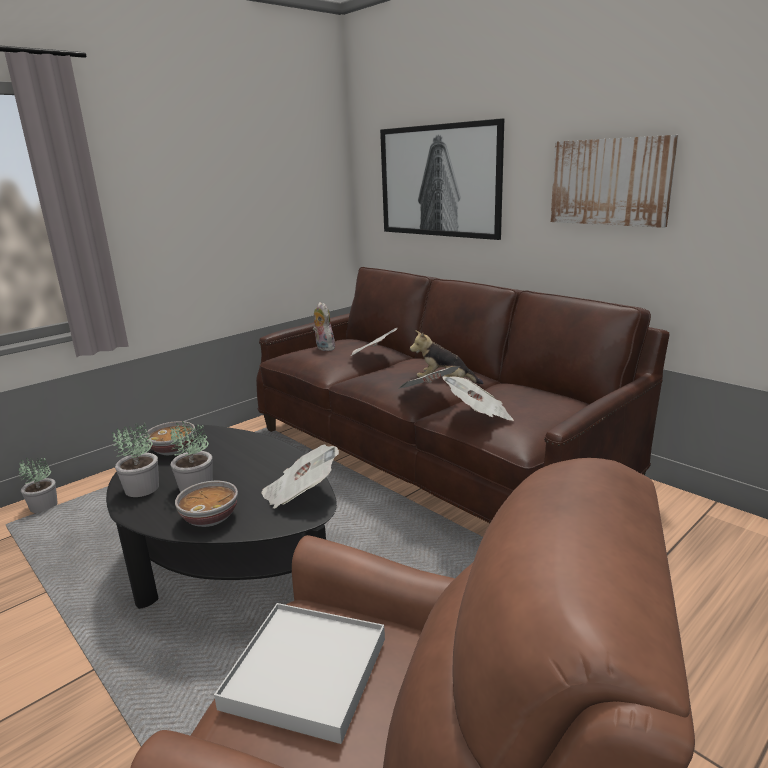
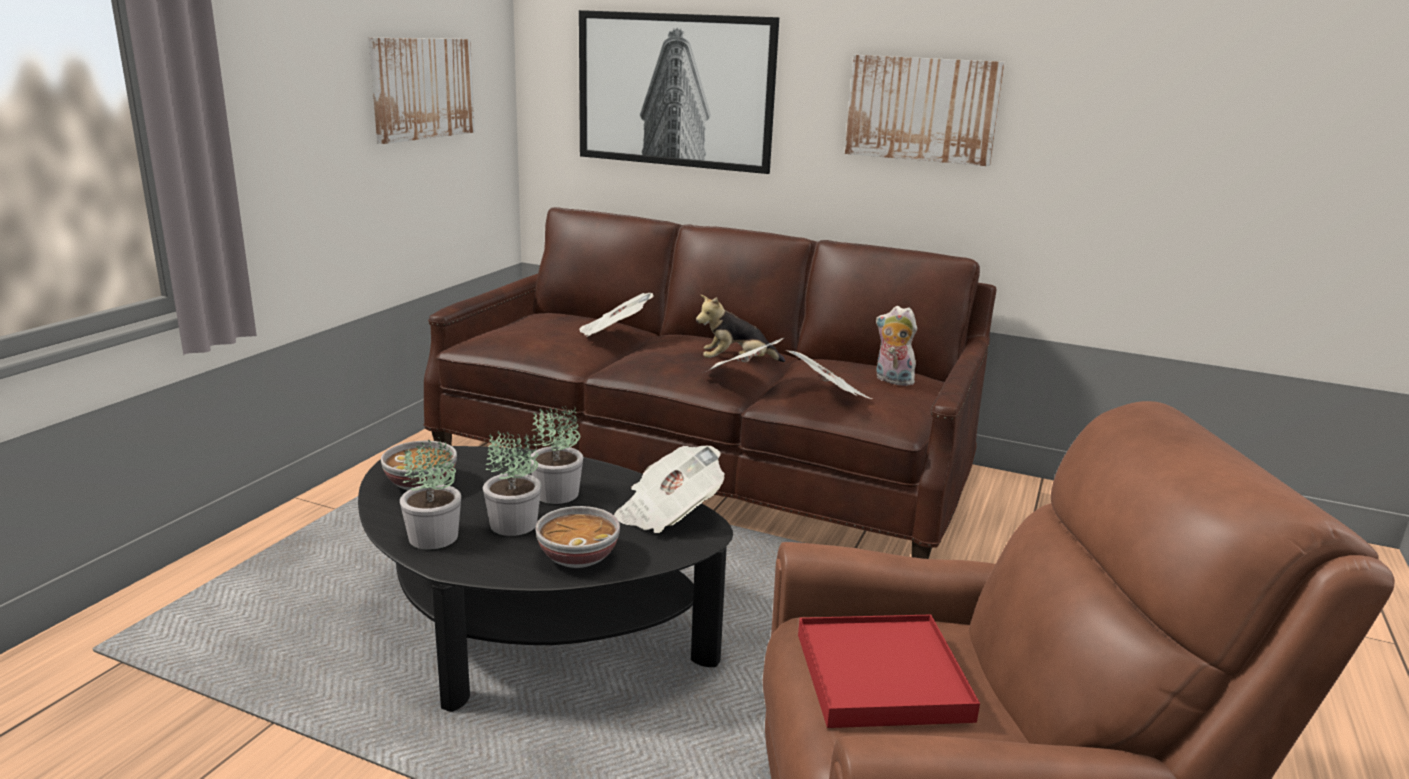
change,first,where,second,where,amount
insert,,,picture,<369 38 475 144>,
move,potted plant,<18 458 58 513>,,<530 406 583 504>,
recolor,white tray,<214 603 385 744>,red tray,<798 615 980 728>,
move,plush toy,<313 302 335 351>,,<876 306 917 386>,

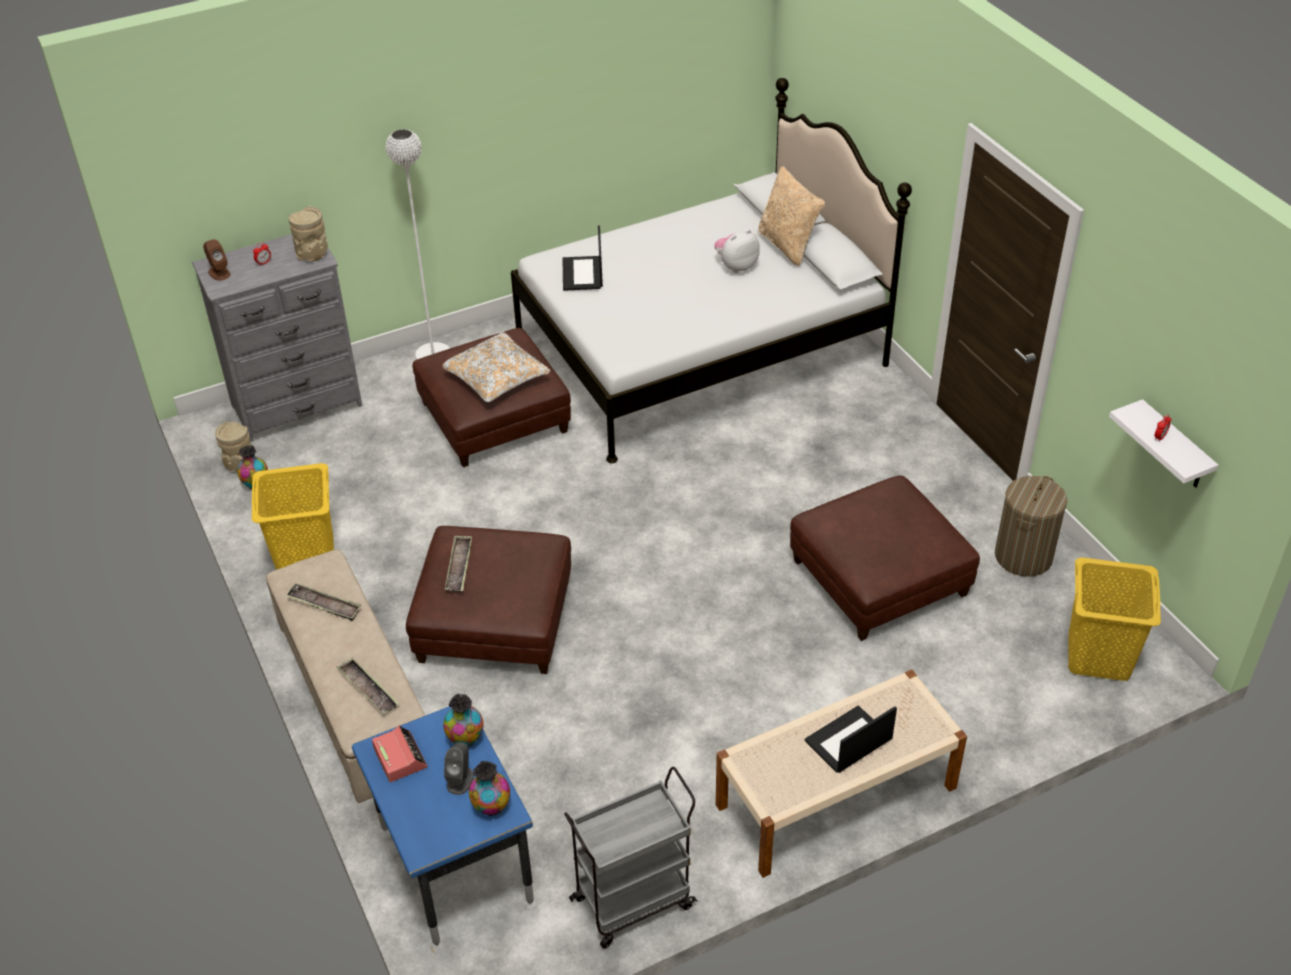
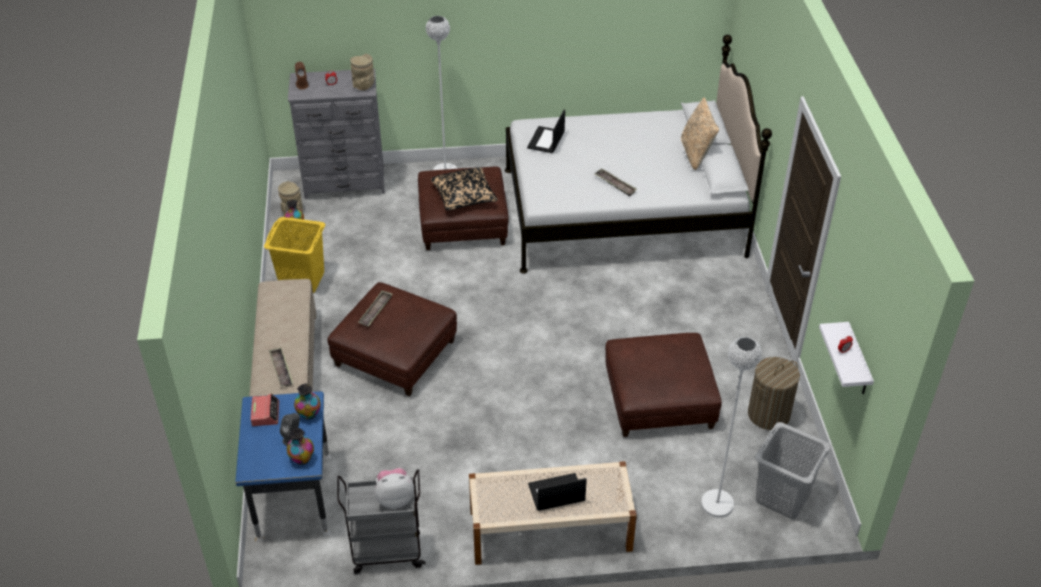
change,first,where,second,where,amount
move,plush toy,<714 230 760 273>,,<375 468 414 509>,
recolor,white pillow,<443 333 550 402>,black pillow,<431 167 498 211>,
move,tray,<285 583 362 621>,,<595 168 637 196>,
insert,,,white floor lamp,<701 337 762 518>,
recolor,yellow laundry basket,<1068 557 1161 681>,grey laundry basket,<755 422 831 519>,

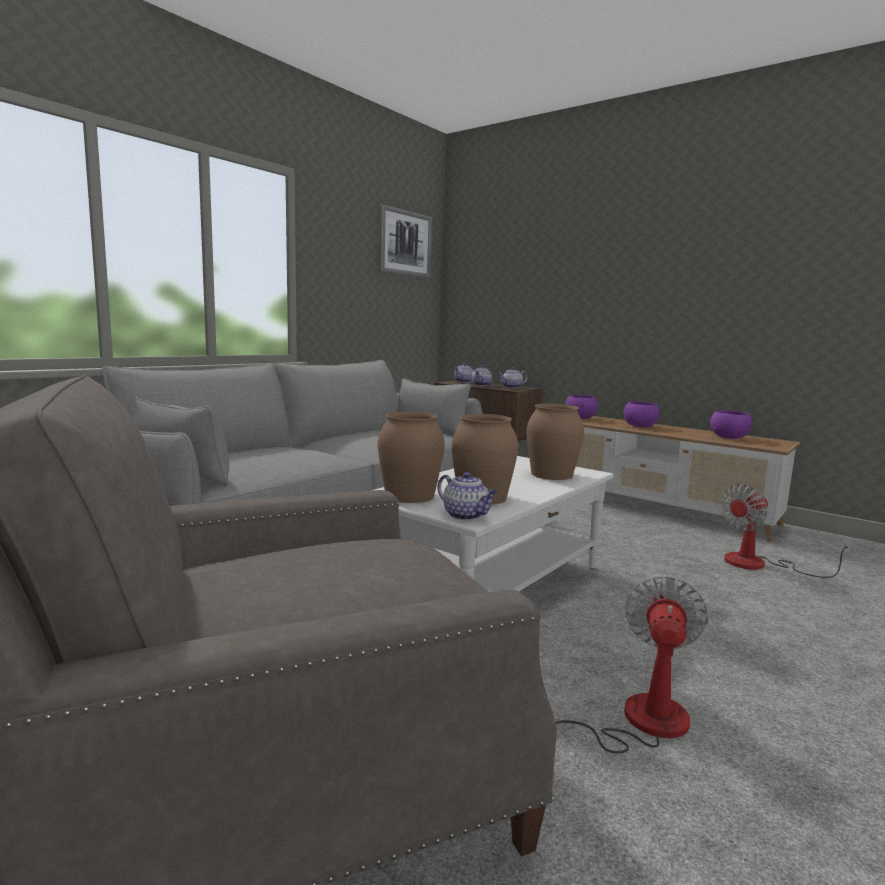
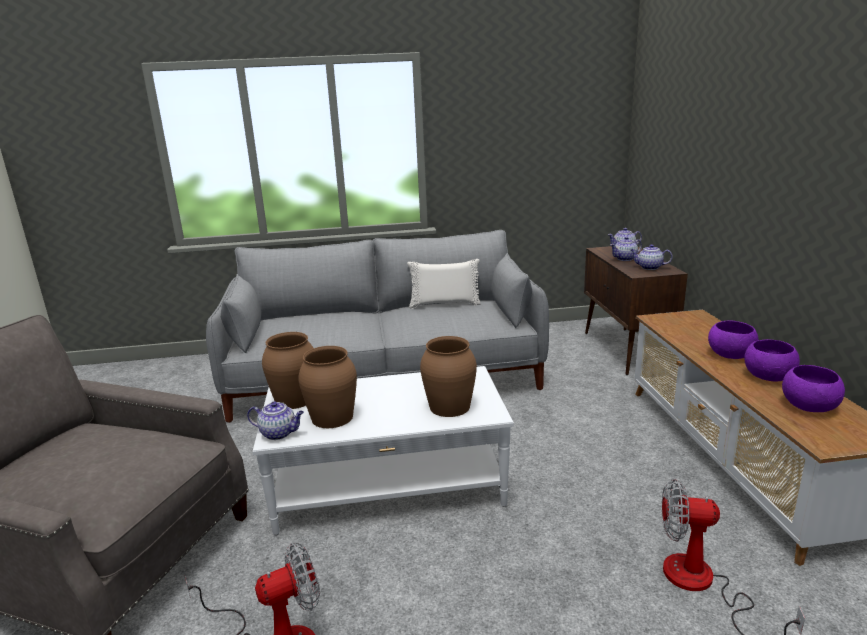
change,first,where,second,where,amount
rotate,teapot,<437 472 498 520>,,<247 401 304 440>,75 degrees counterclockwise
insert,,,white pillow,<407 259 481 309>,
move,purple bowl,<565 395 598 419>,,<744 339 800 381>,
delete,picture,<379 204 432 278>,,,

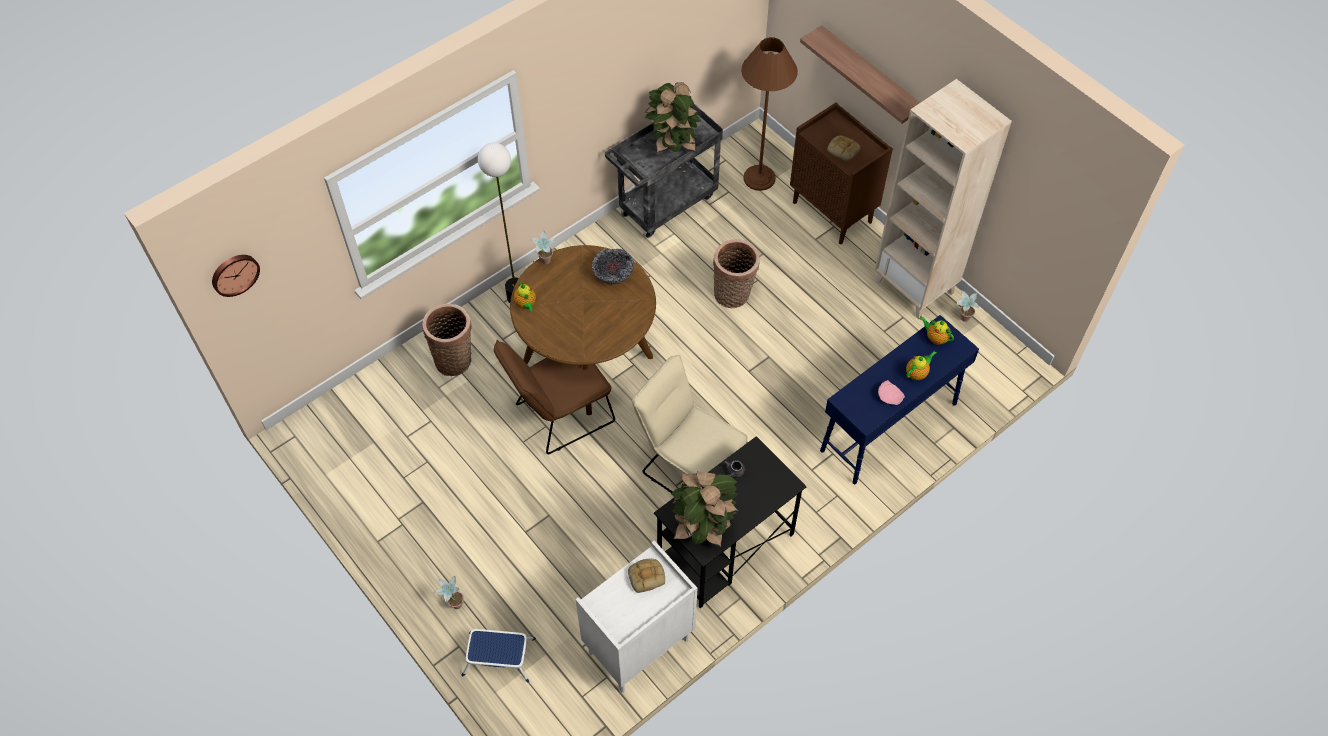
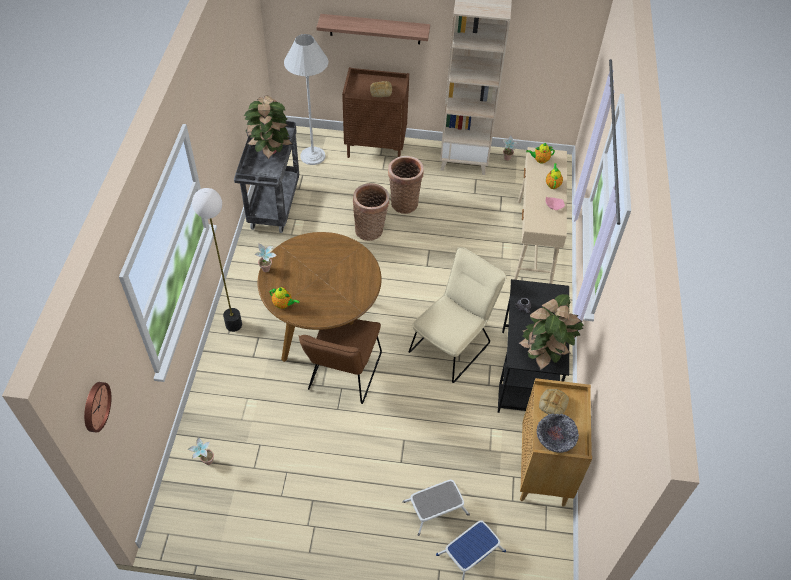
change,first,where,second,where,amount
move,potted plant,<433 576 464 609>,,<187 437 214 465>,
recolor,brown floor lamp,<741 37 798 191>,white floor lamp,<284 34 328 165>,
move,basket,<422 304 472 376>,,<388 156 424 214>,
insert,,,grey step ladder,<403 480 470 536>,
rotate,beige chair,<632 355 748 493>,,<409 247 507 383>,135 degrees clockwise
recolor,blue console table,<820 315 979 484>,beige console table,<514 147 567 284>,
recolor,white cabinet,<575 540 697 693>,brown cabinet,<520 378 592 506>,
move,bowl,<592 248 634 284>,,<537 414 579 453>,

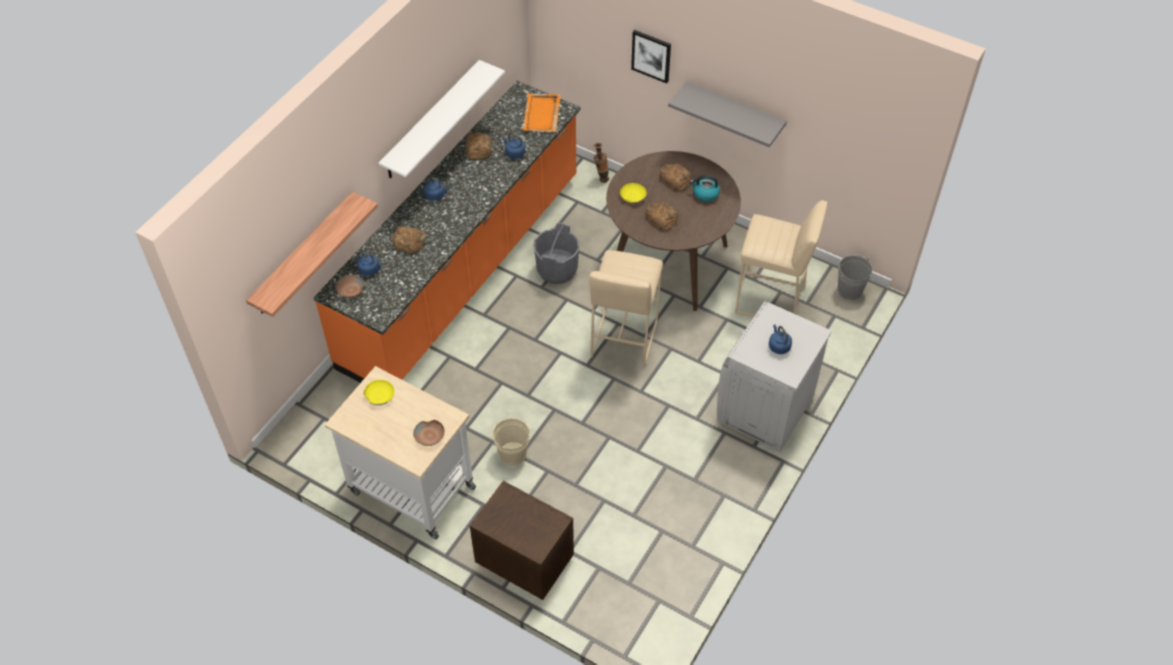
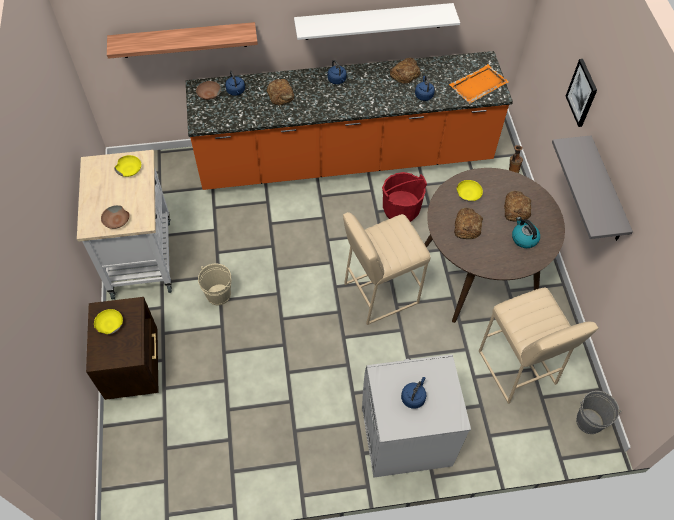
change,first,where,second,where,amount
insert,,,yellow bowl,<94 309 123 335>,
recolor,grey bucket,<533 223 580 284>,red bucket,<382 172 427 222>,

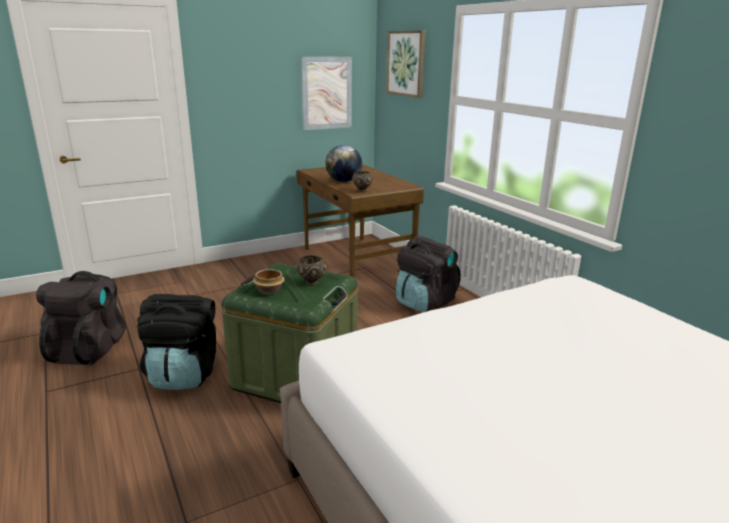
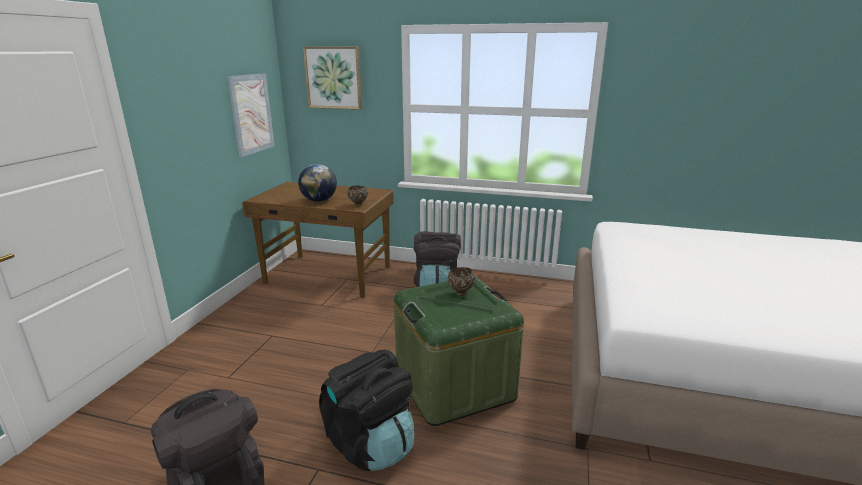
change,first,where,second,where,amount
delete,bowl,<253 269 285 294>,,,

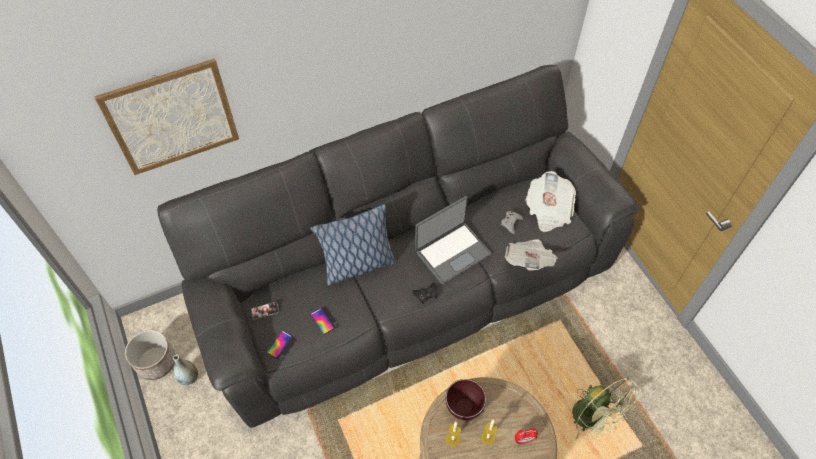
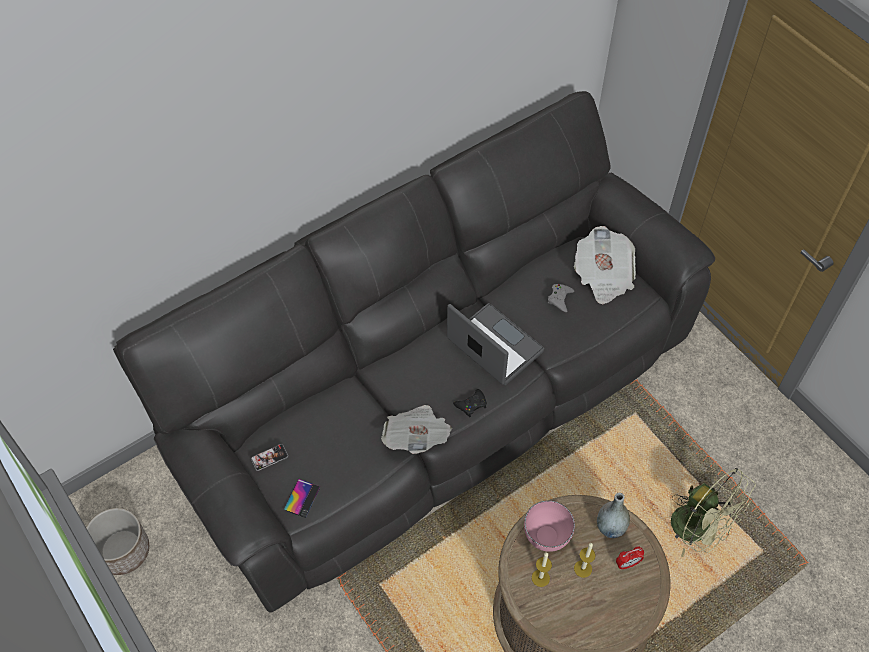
change,first,where,second,where,amount
move,newspaper,<505 239 558 270>,,<381 405 452 454>,
rotate,laptop,<415 196 492 284>,,<447 303 544 385>,90 degrees counterclockwise
recolor,brown bowl,<446 379 486 420>,pink bowl,<524 500 575 552>,
move,grey vase,<173 355 198 385>,,<597 493 630 538>,
delete,picture,<94 59 239 175>,,,
delete,pillow,<310 204 396 286>,,,
delete,phone,<311 305 339 335>,,,

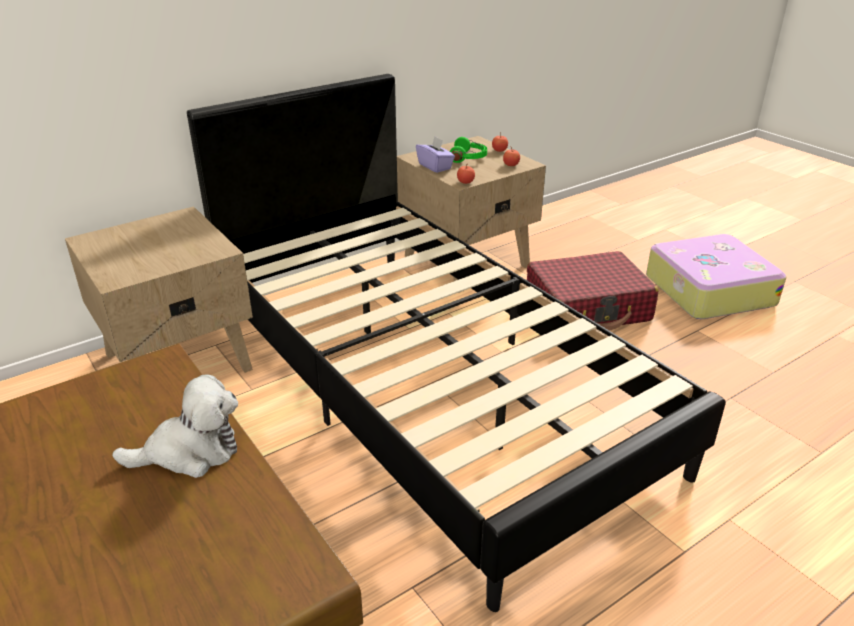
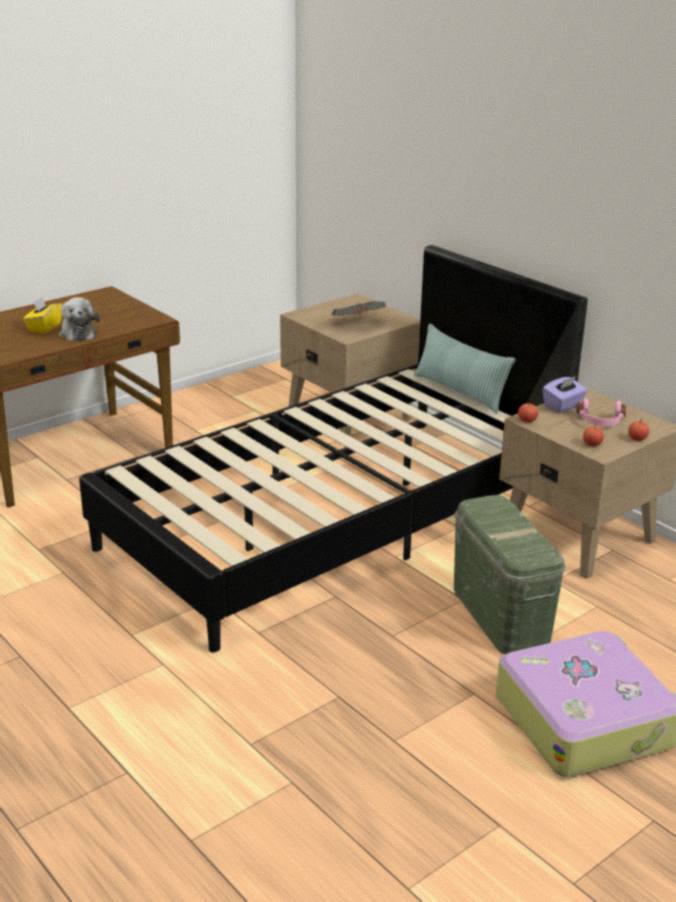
change,first,where,second,where,amount
insert,,,yellow tissue box,<23 297 62 334>,
insert,,,newspaper,<331 301 386 316>,
insert,,,pillow,<414 324 516 413>,
replace,red suitcase,<527 251 658 331>,green storage box,<454 495 565 654>,
recolor,green headphones,<450 137 487 163>,pink headphones,<576 398 627 426>,

